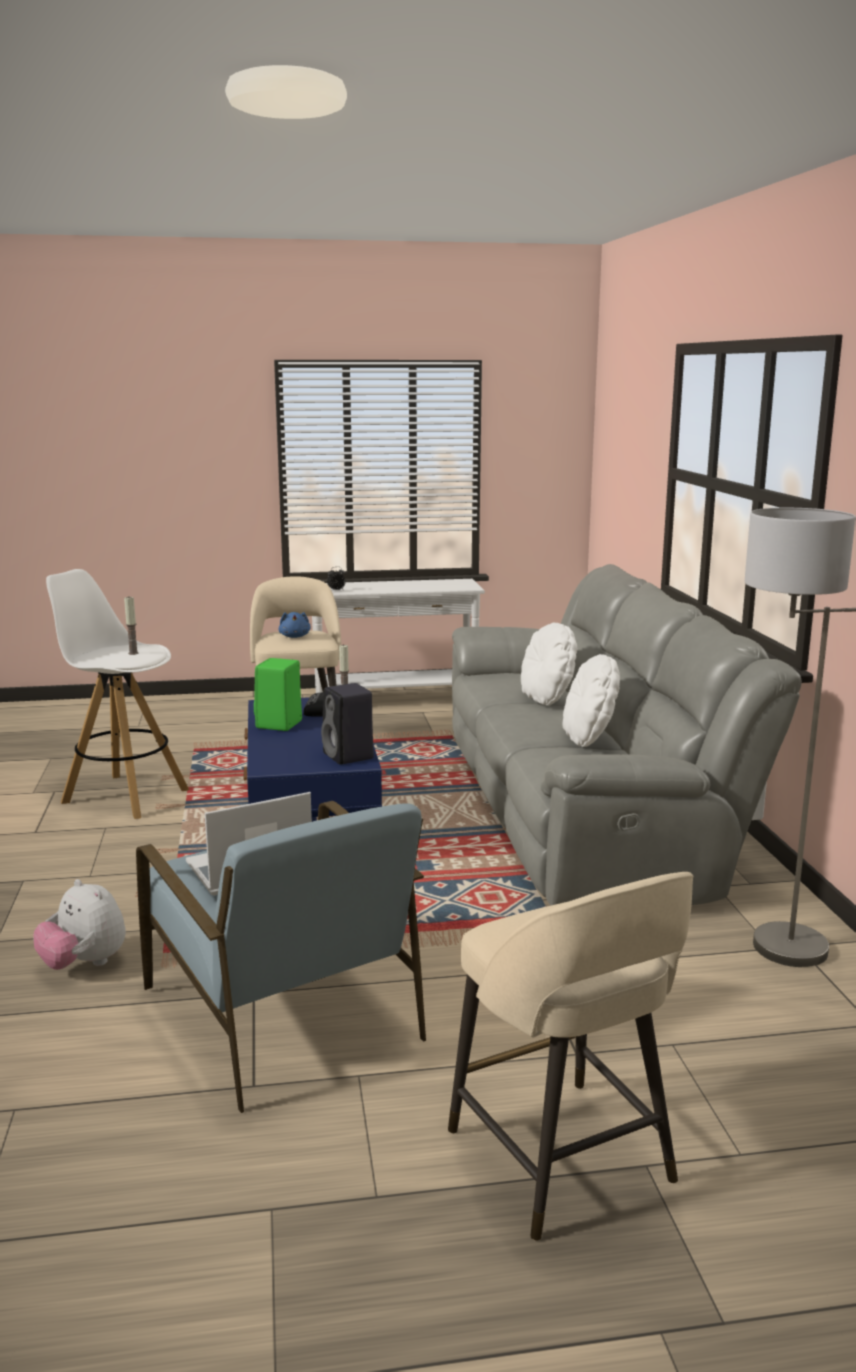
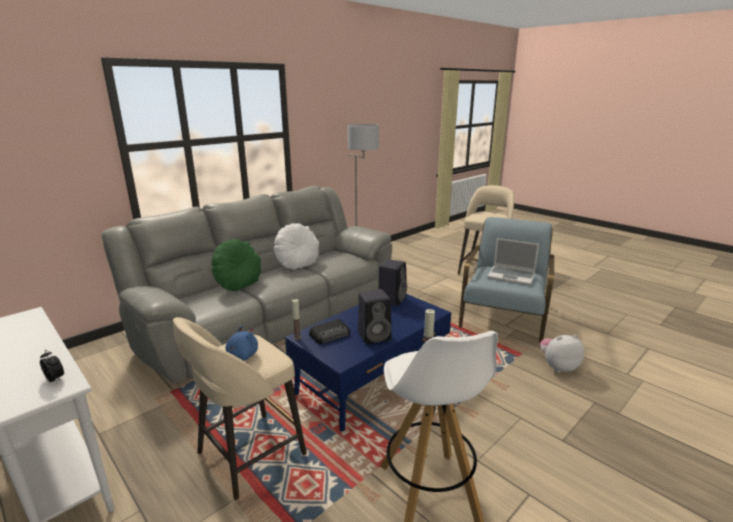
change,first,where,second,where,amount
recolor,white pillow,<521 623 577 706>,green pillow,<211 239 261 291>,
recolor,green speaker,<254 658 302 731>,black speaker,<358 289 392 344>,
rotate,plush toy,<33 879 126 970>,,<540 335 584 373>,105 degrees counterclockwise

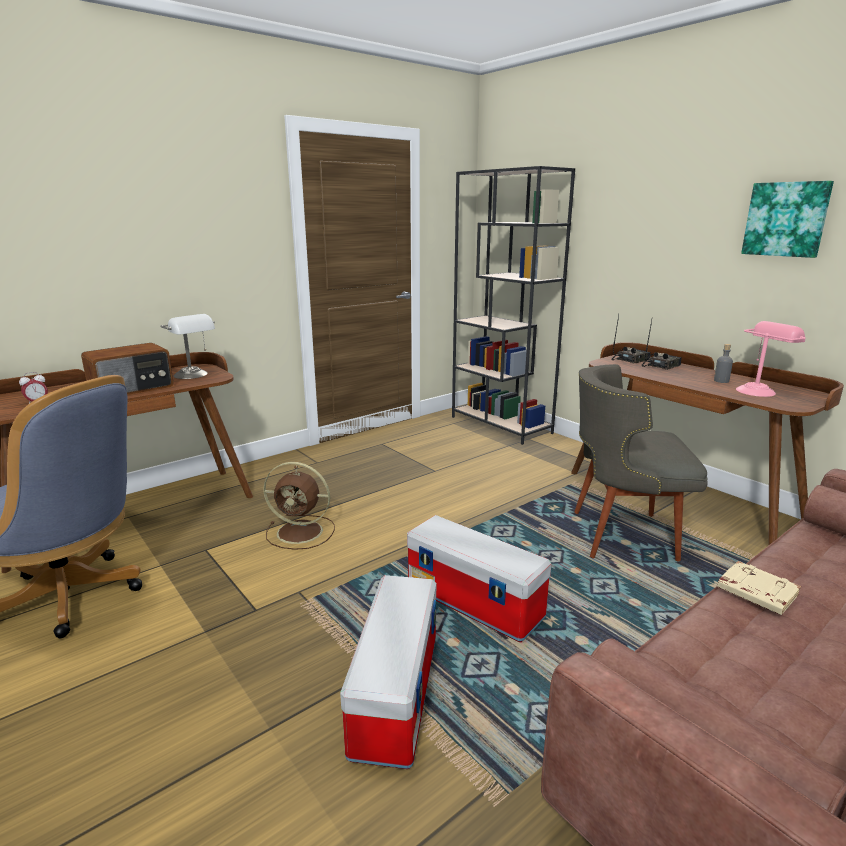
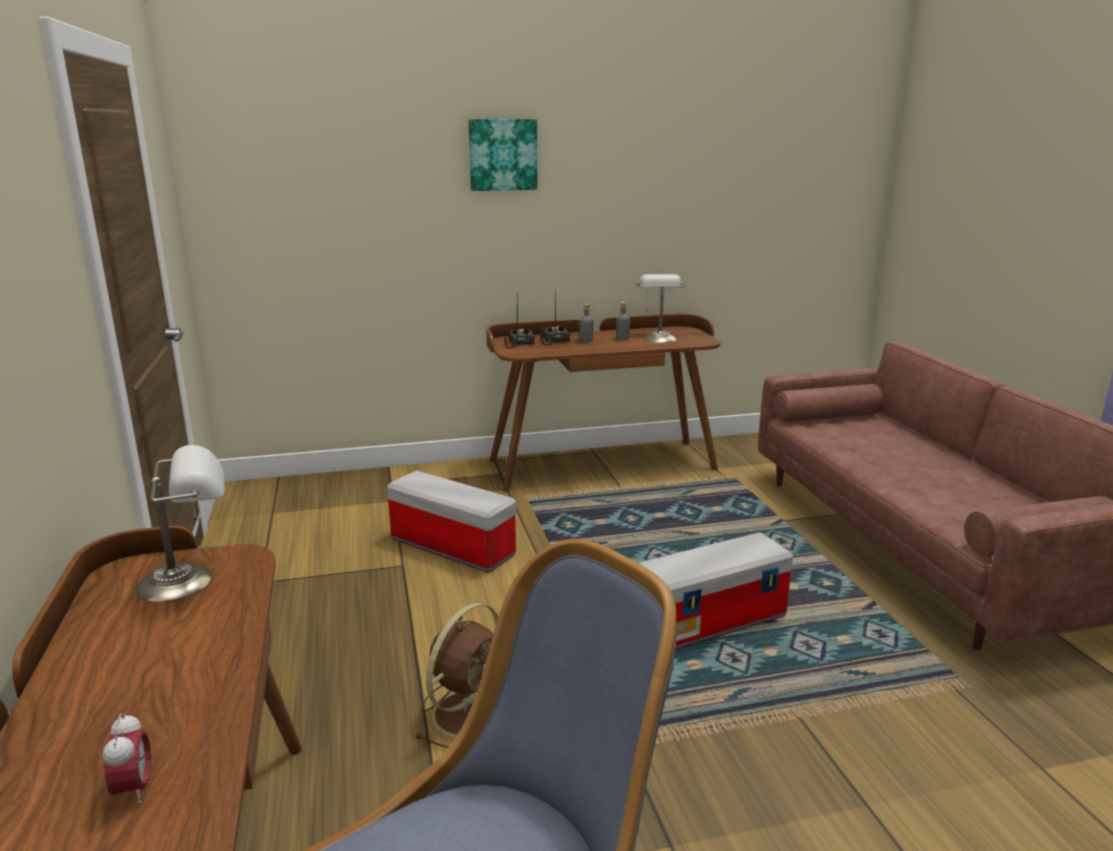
change,first,where,second,where,amount
move,storage box,<340 575 436 769>,,<387 470 516 572>,
move,picture,<741 181 834 258>,,<468 119 537 191>,
insert,,,grey bottle,<579 304 593 342>,
recolor,pink table lamp,<736 321 806 397>,white table lamp,<636 274 686 343>,
delete,radio,<81 343 174 395>,,,
delete,bookcase,<452 166 575 445>,,,
delete,grey chair,<574 364 708 562>,,,
delete,beige book,<717 561 801 615>,,,

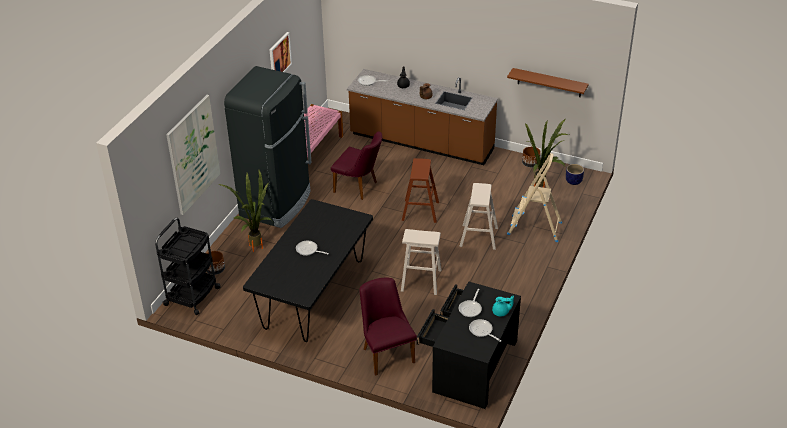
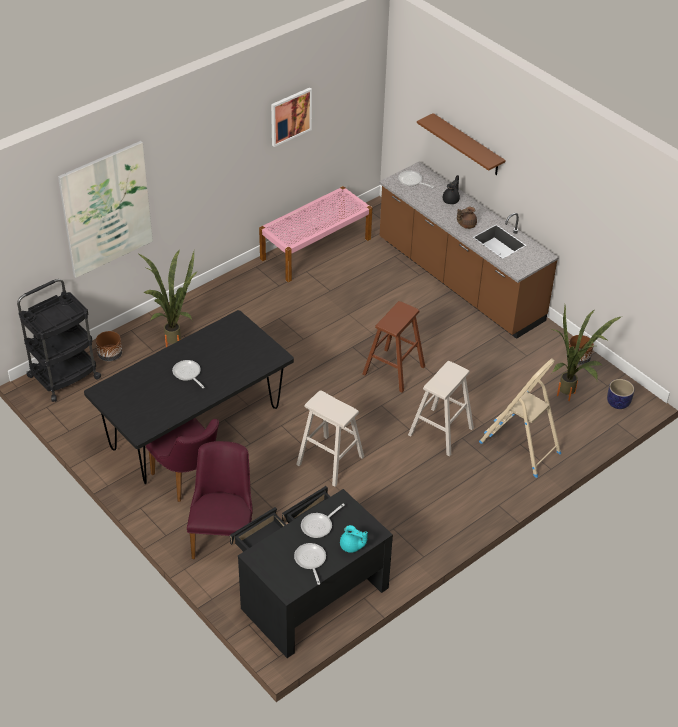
change,first,where,second,where,amount
move,purple chair,<331 132 382 200>,,<146 418 219 502>,
move,brown shelf,<507 68 589 97>,,<417 113 505 175>,
delete,black fridge,<224 66 311 228>,,,

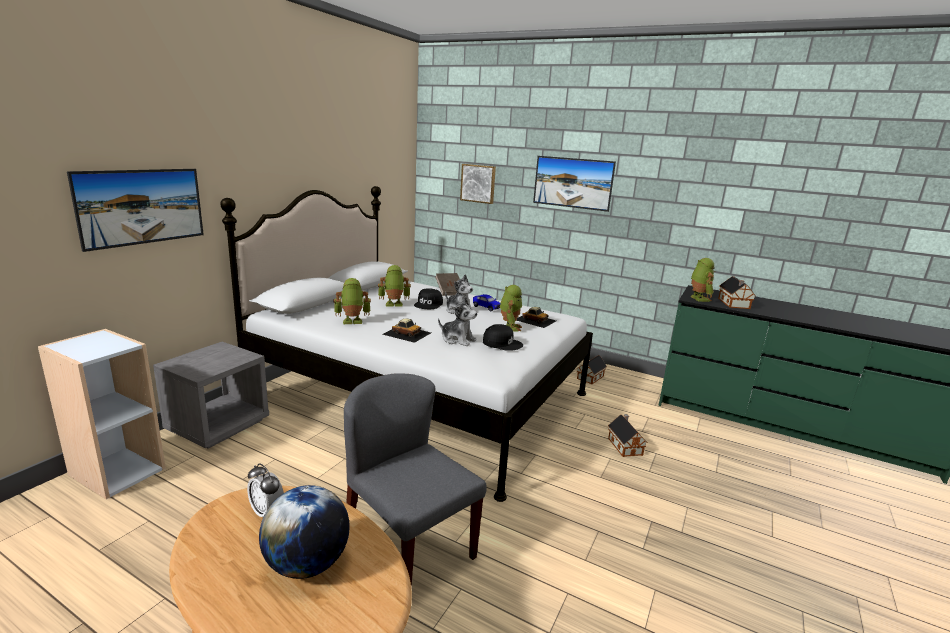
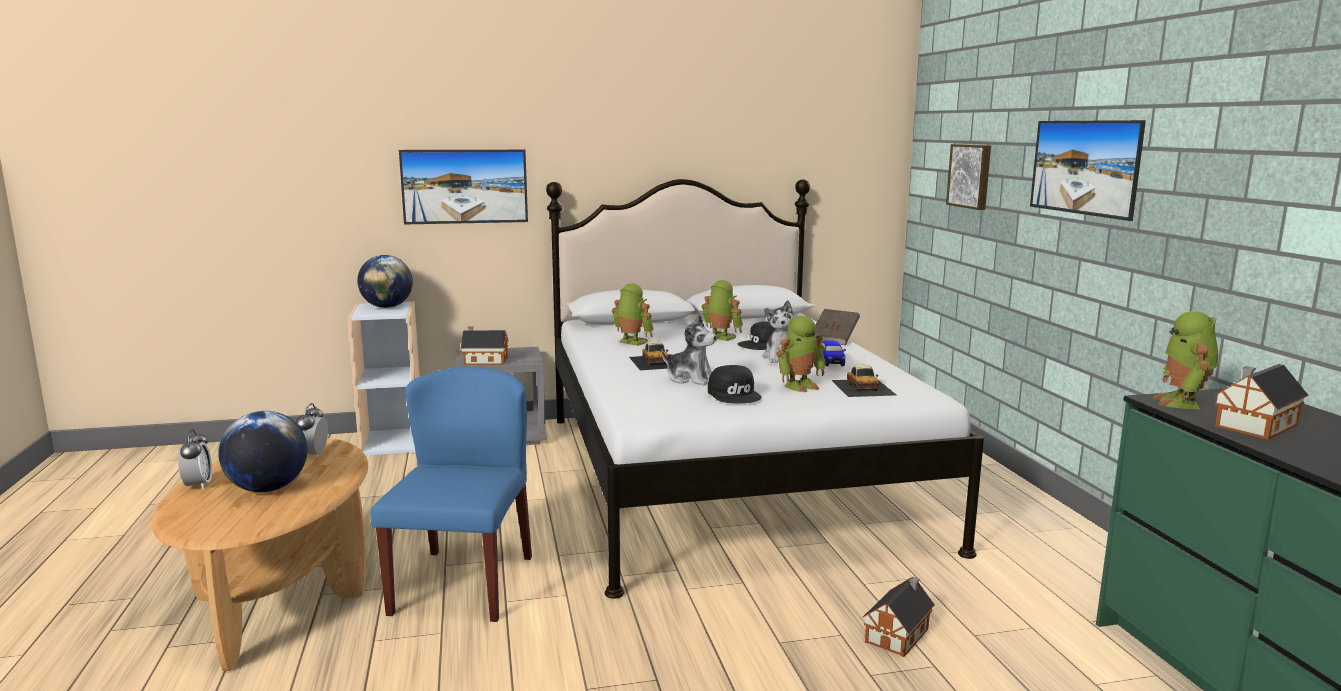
change,first,where,second,where,amount
insert,,,alarm clock,<178 429 212 490>,
insert,,,globe,<357 255 413 308>,
recolor,grey chair,<344 373 487 587>,blue chair,<370 367 532 622>,
move,toy house,<576 355 607 384>,,<461 326 508 365>,
rotate,plush toy,<438 297 477 346>,,<662 314 717 385>,45 degrees counterclockwise
rotate,toy robot,<690 258 716 302>,,<1152 311 1219 409>,150 degrees clockwise

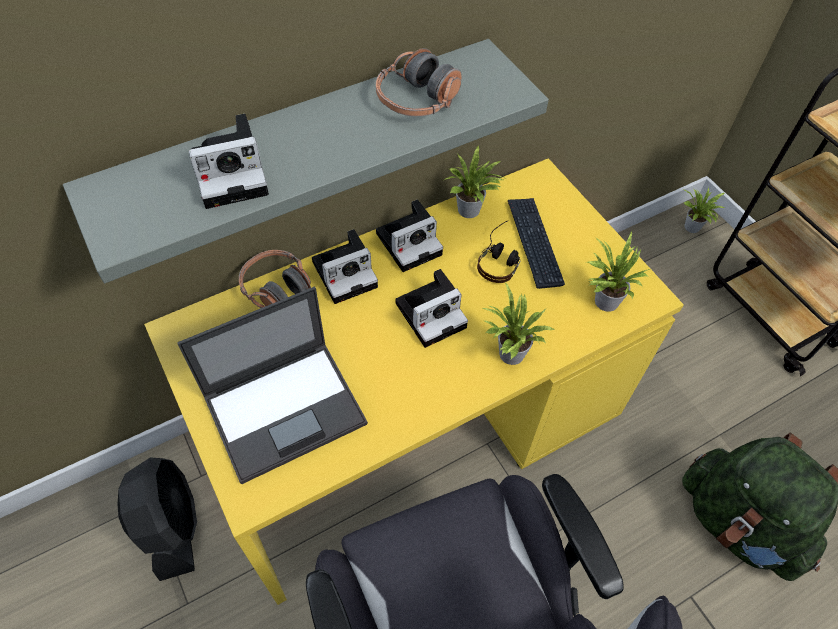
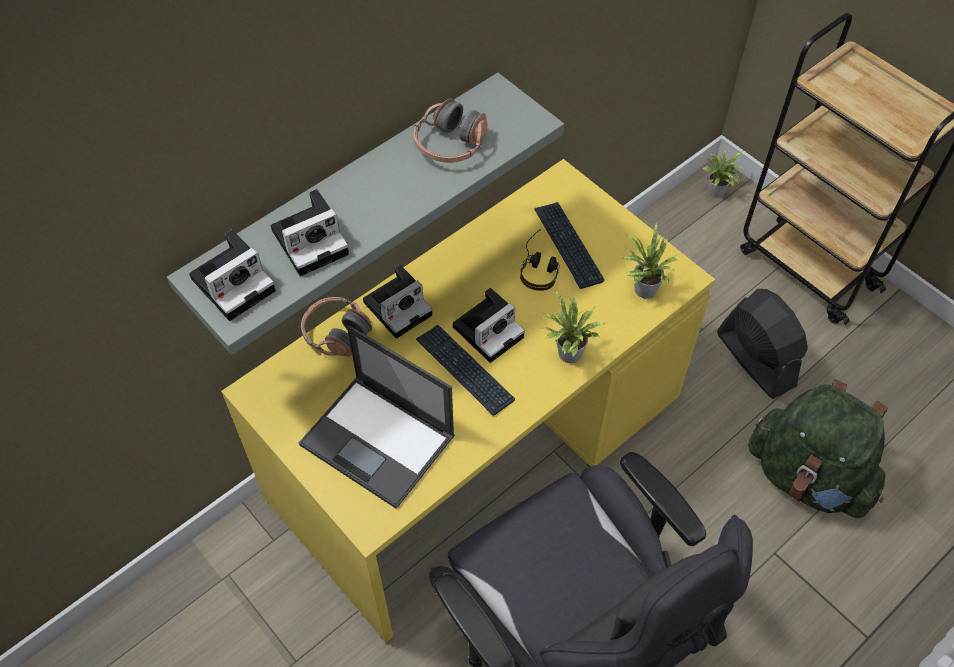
change,first,where,second,where,amount
move,photo camera,<376 199 443 272>,,<189 230 276 321>,
rotate,laptop,<177 287 368 484>,,<299 325 455 509>,75 degrees clockwise
insert,,,keyboard,<416 325 515 416>,
move,black fan,<118 457 197 581>,,<717 289 808 399>,
delete,potted plant,<444 145 507 218>,,,

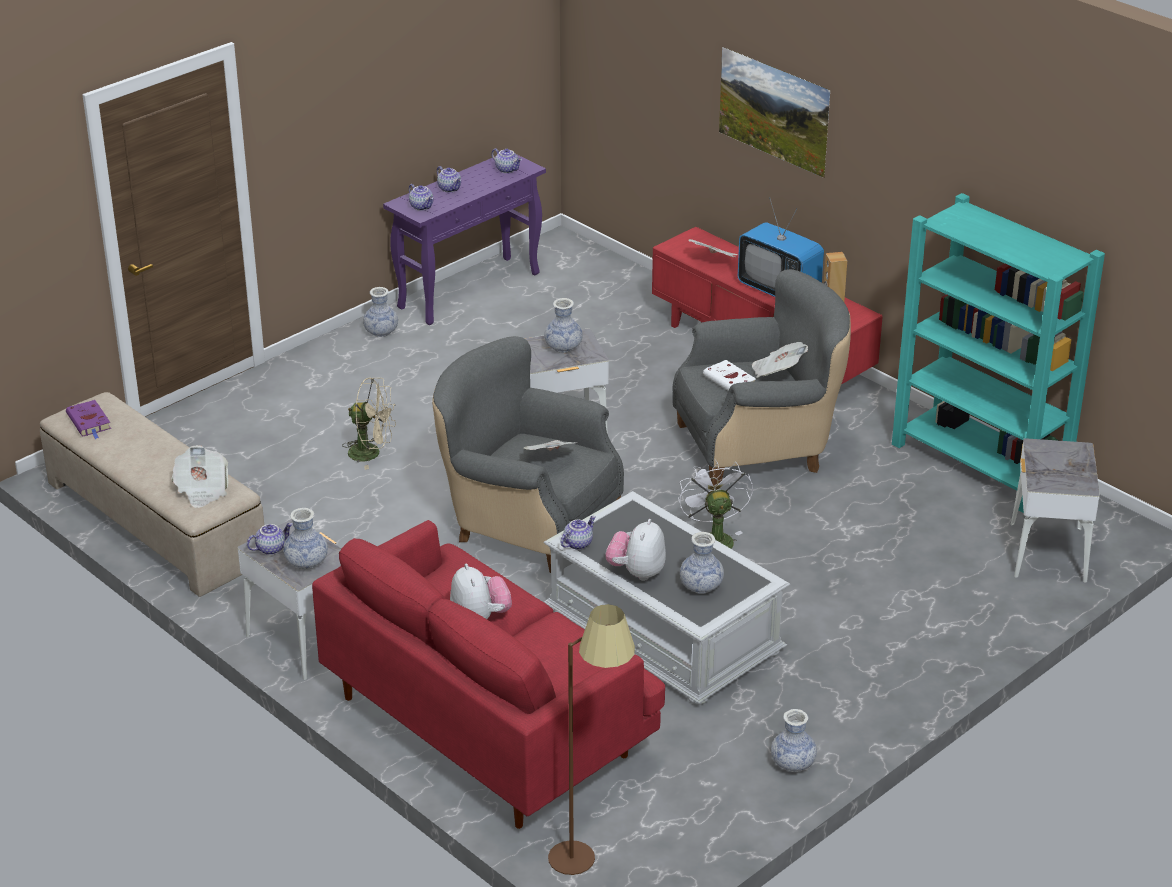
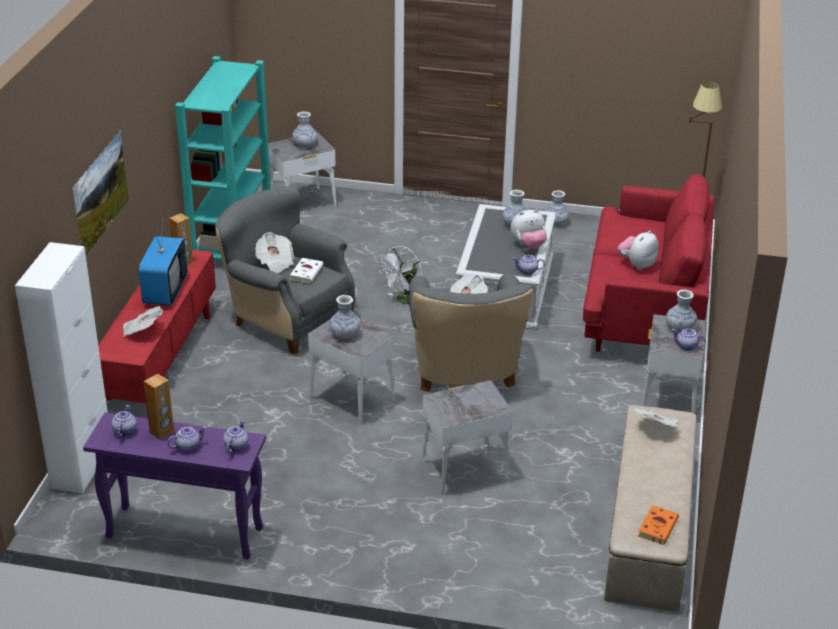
change,first,where,second,where,amount
insert,,,white cabinet,<15 242 108 493>,
insert,,,brown speaker,<144 374 174 440>,
rotate,teapot,<437 166 461 192>,,<167 426 206 452>,45 degrees clockwise
move,vase,<363 287 398 337>,,<292 111 317 148>,
replace,beige fan,<342 377 396 470>,side table,<422 380 512 495>,
recolor,purple book,<66 400 111 439>,orange book,<638 505 679 545>,

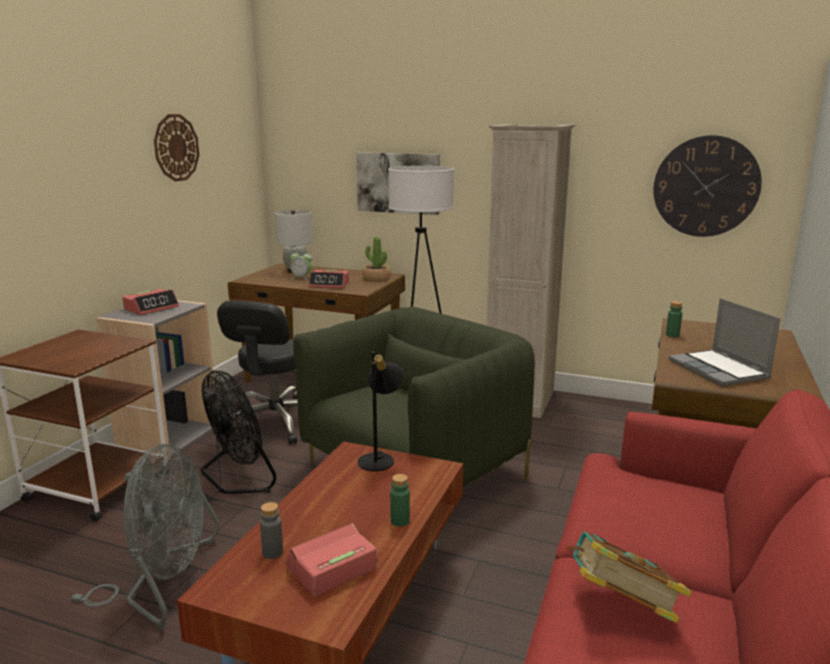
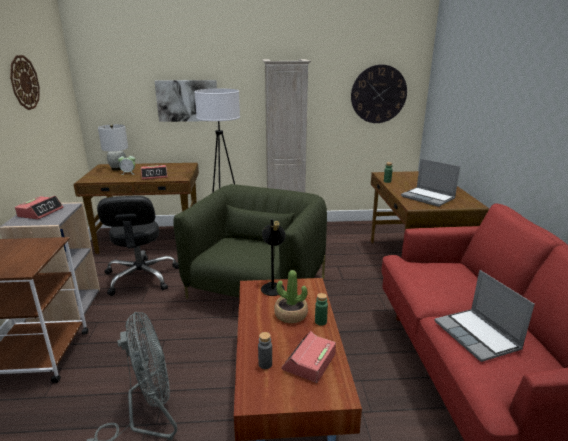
change,first,where,second,where,amount
move,potted plant,<362 236 391 281>,,<274 270 308 323>,
replace,book,<567 531 692 624>,laptop,<434 270 535 362>,
delete,black fan,<188 371 276 508>,,,

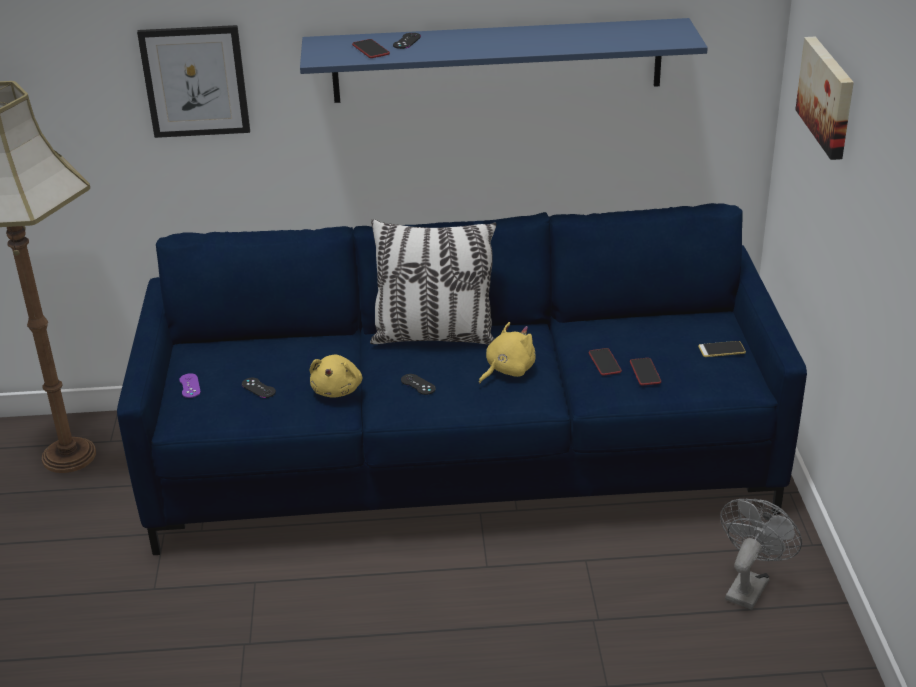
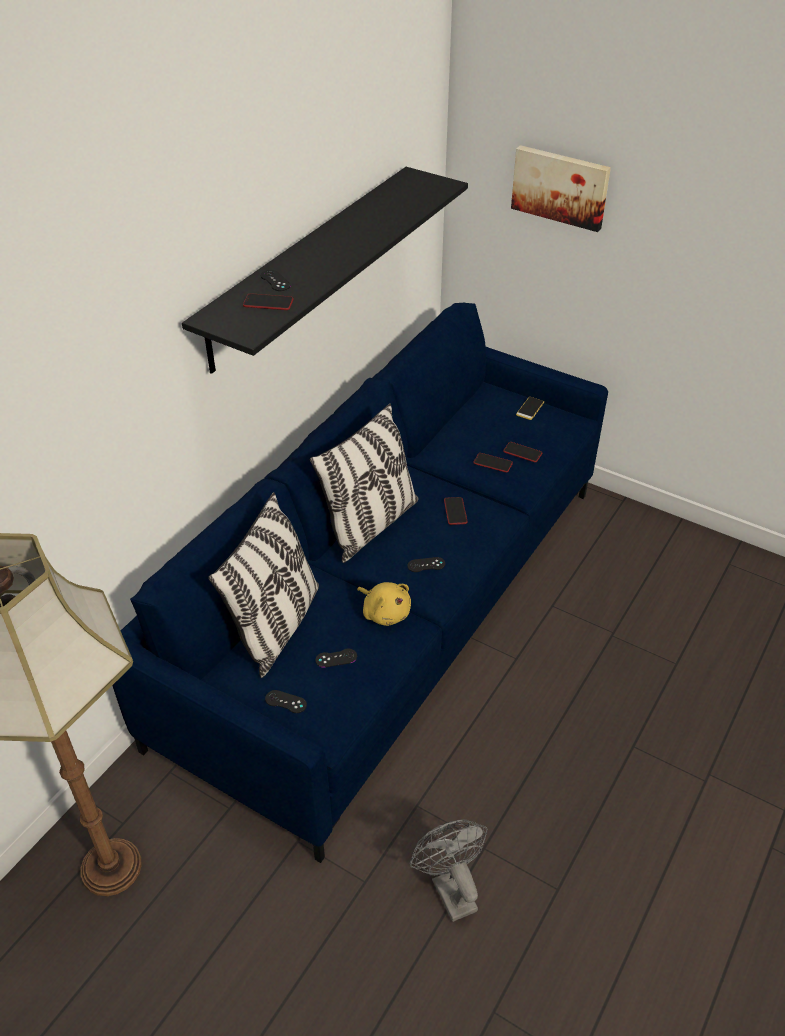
change,first,where,second,where,amount
recolor,blue shelf,<300 18 708 103>,black shelf,<182 167 468 374>,
insert,,,pillow,<208 492 319 678>,
recolor,purple game controller,<179 373 201 398>,black game controller,<265 690 307 713>,
move,grey fan,<720 499 802 610>,,<410 819 488 922>,
replace,yellow plush toy,<479 322 535 384>,phone,<444 497 468 525>,
delete,picture,<137 25 250 138>,,,

